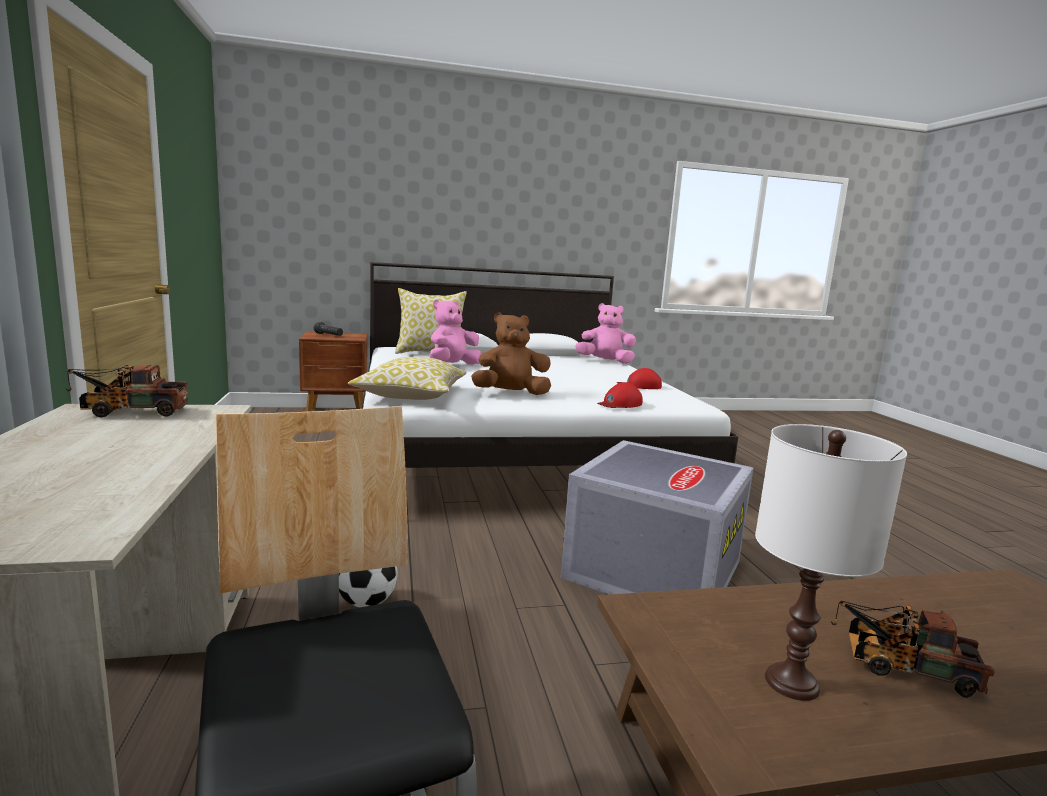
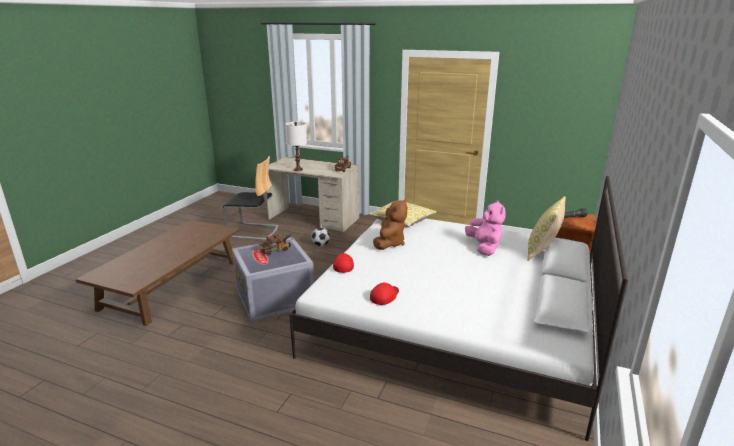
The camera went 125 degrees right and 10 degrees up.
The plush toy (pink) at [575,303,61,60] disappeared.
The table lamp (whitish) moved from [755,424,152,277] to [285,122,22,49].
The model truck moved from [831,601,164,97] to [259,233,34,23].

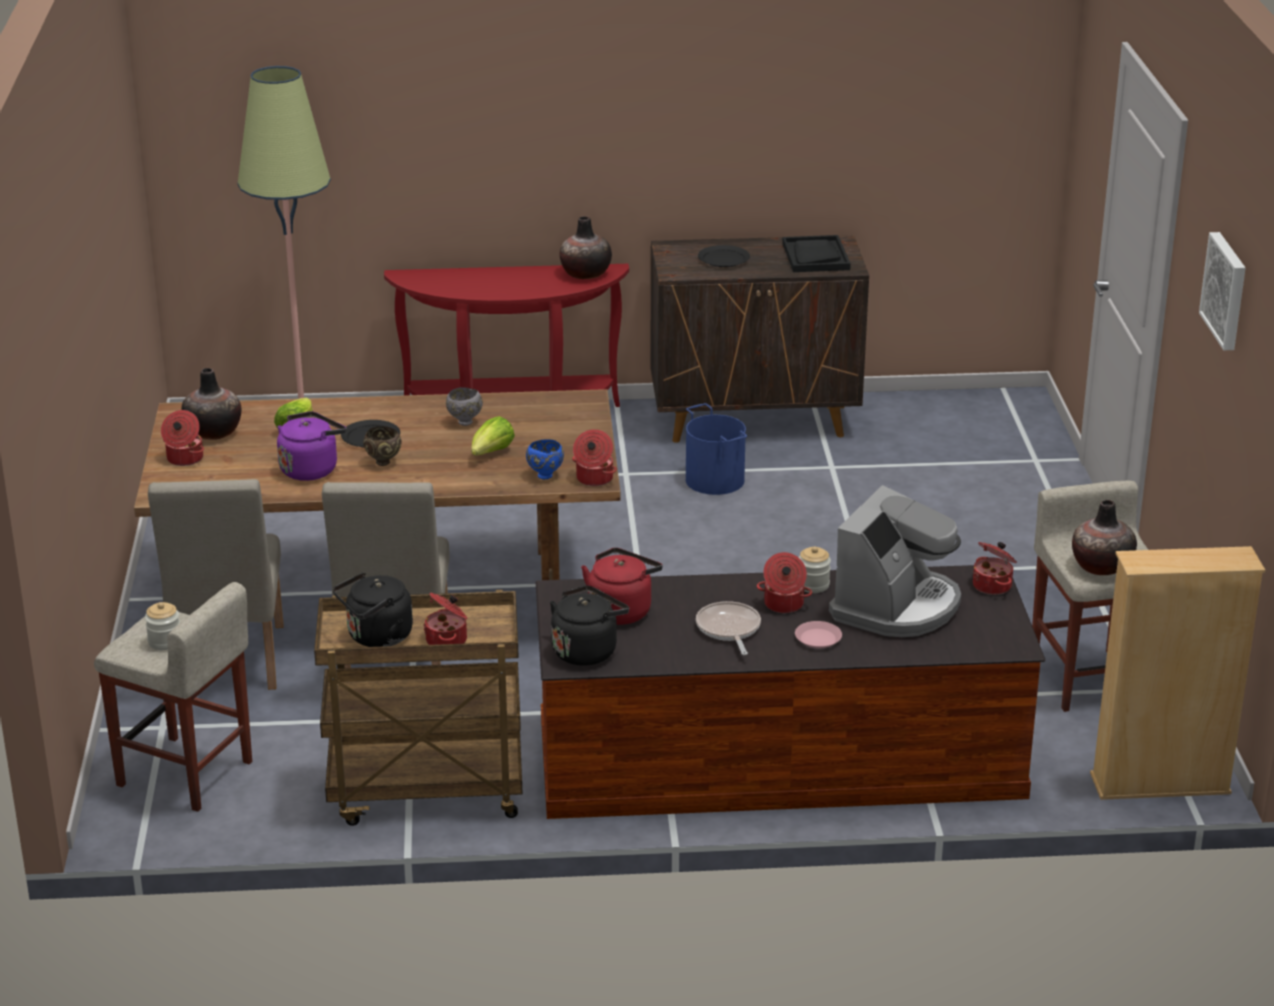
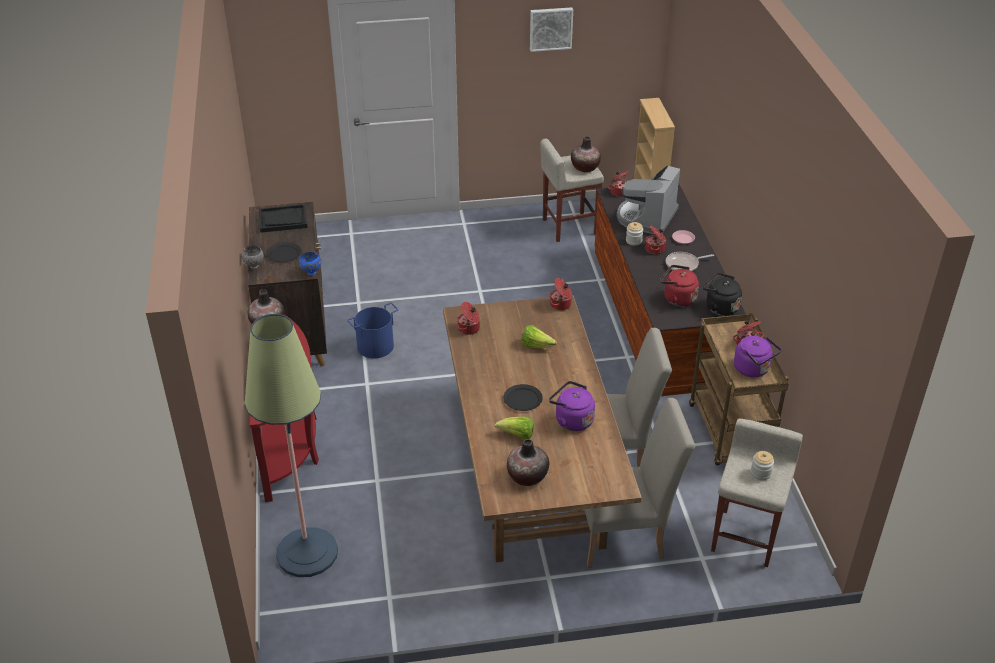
The camera went 95 degrees left and 10 degrees up.
The serving bowl (brown-coloured) at [363,426,39,40] disappeared.
The saucepot moved from [161,410,43,56] to [457,302,23,33].
The serving bowl (greyish) moved from [446,387,37,39] to [241,245,23,24].
The serving bowl (bluish) moved from [526,439,38,40] to [299,252,22,24].
The tea kettle (blackish) at [333,572,80,75] became the tea kettle (purple) at [734,336,47,41].
The coffee maker at [829,485,132,152] turned 90 degrees counterclockwise.

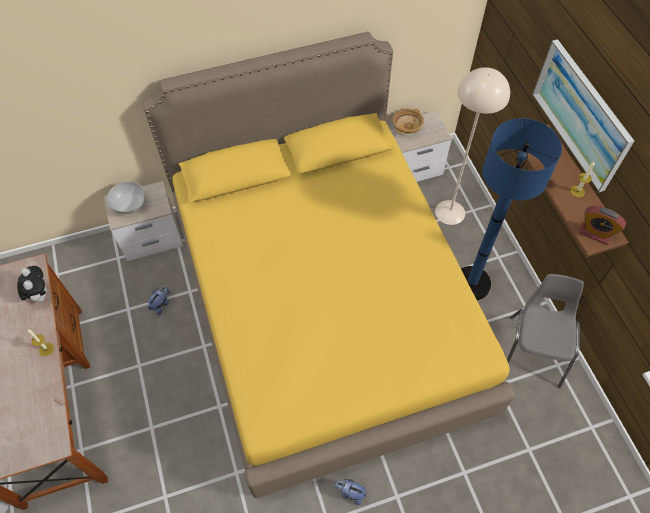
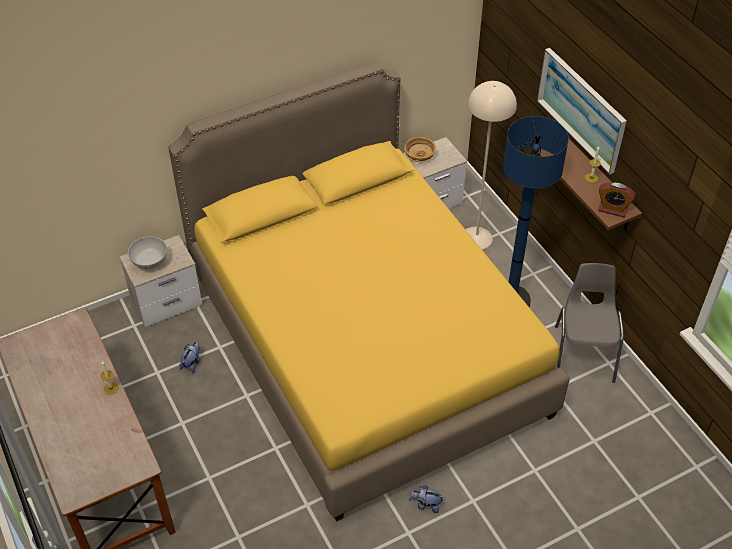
The camera went 10 degrees left and 10 degrees down.
The plush toy at [17,266,30,37] disappeared.

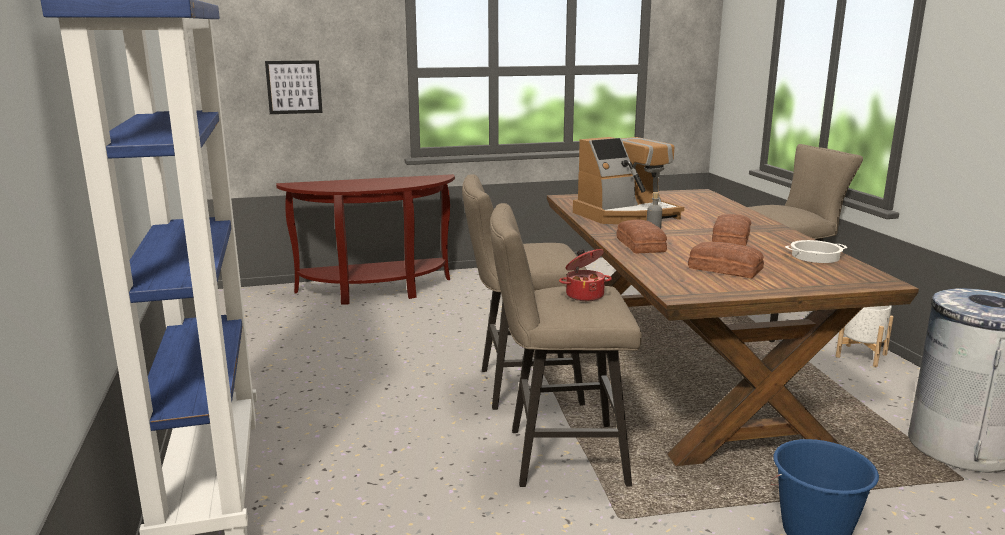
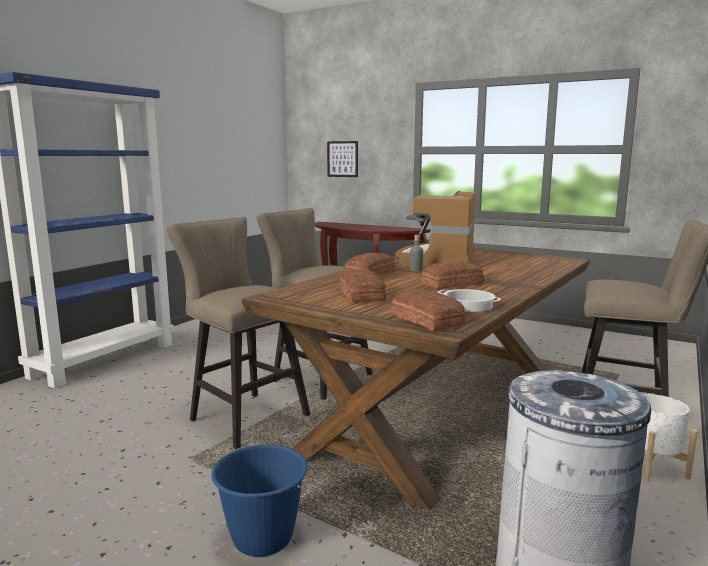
The camera went 45 degrees right and 5 degrees down.
The saucepot at [559,249,53,52] disappeared.
The bread at [391,290,75,41] appeared.
The coffee maker at [573,137,111,87] turned 90 degrees clockwise.

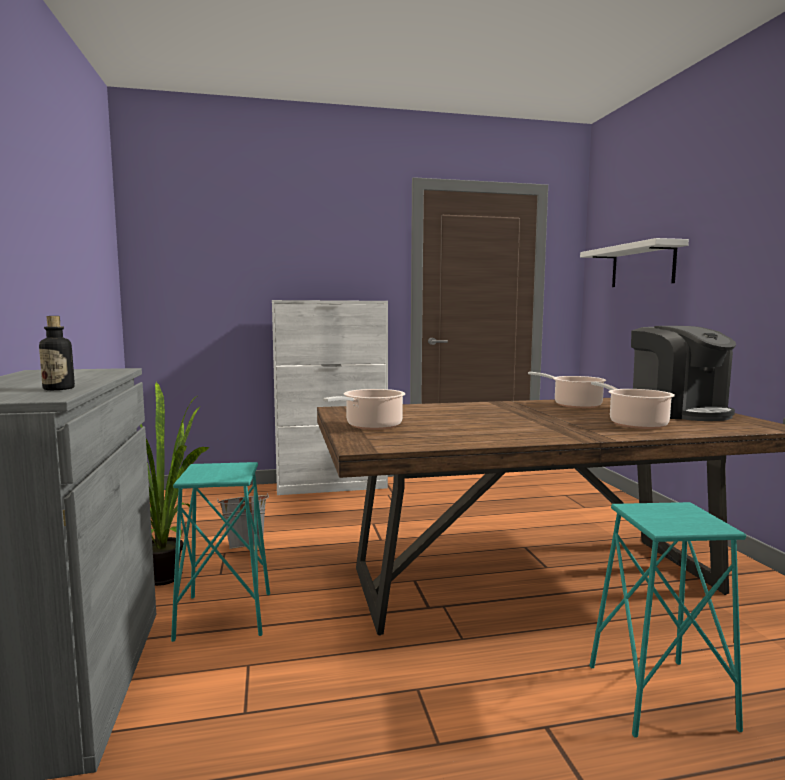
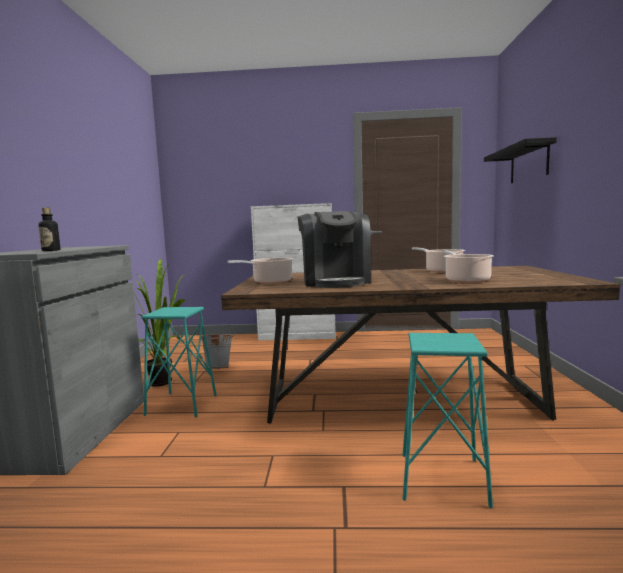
The camera went 15 degrees right and 0 degrees up.
The coffee maker moved from [631,326,105,95] to [298,211,73,77].
The wall shelf (whitish) at [580,238,109,49] became the wall shelf (blackish) at [484,137,73,46].

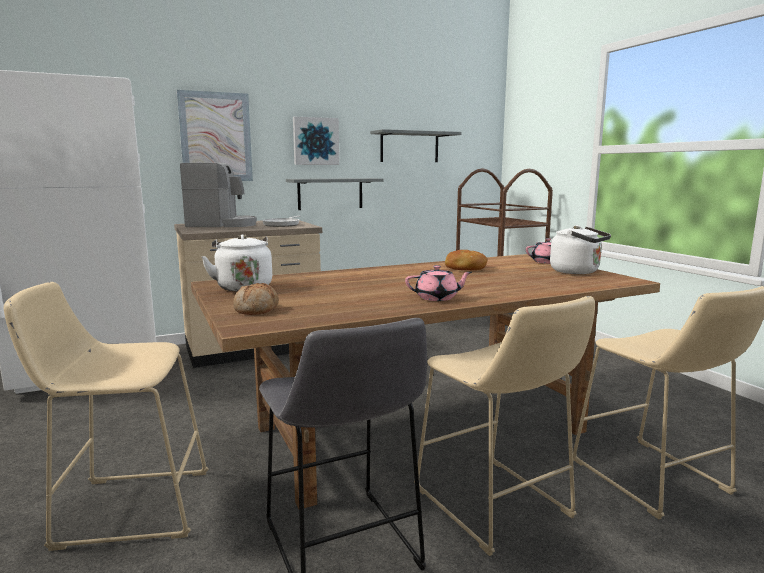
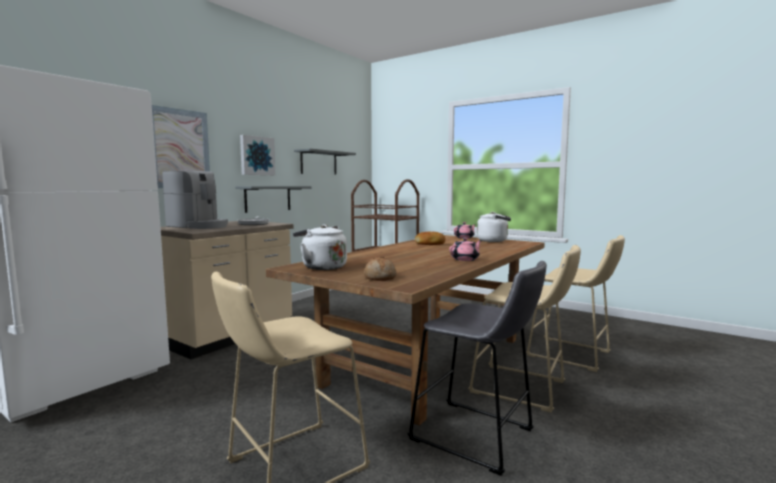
The camera went 30 degrees left and 5 degrees down.
The coffee maker at [180,163,77,64] turned 60 degrees clockwise.

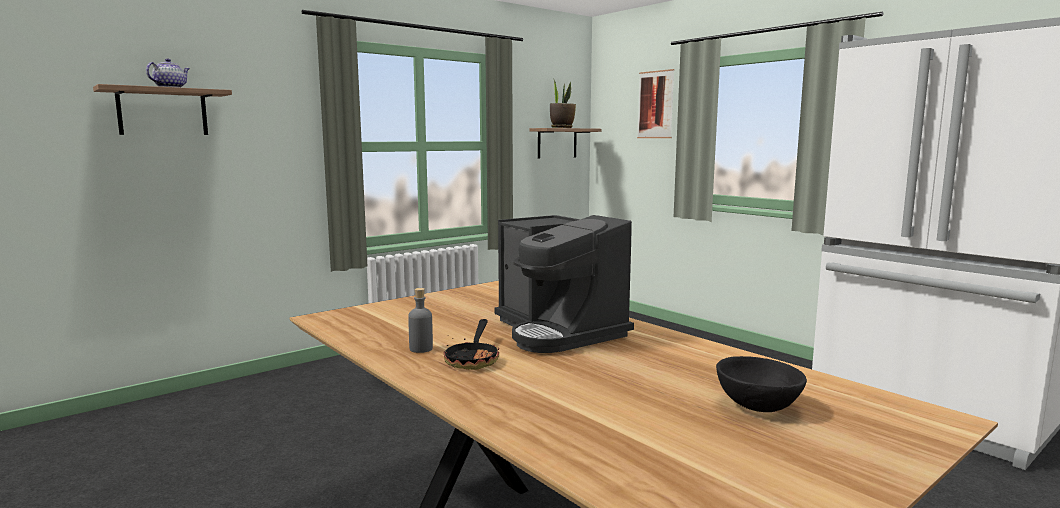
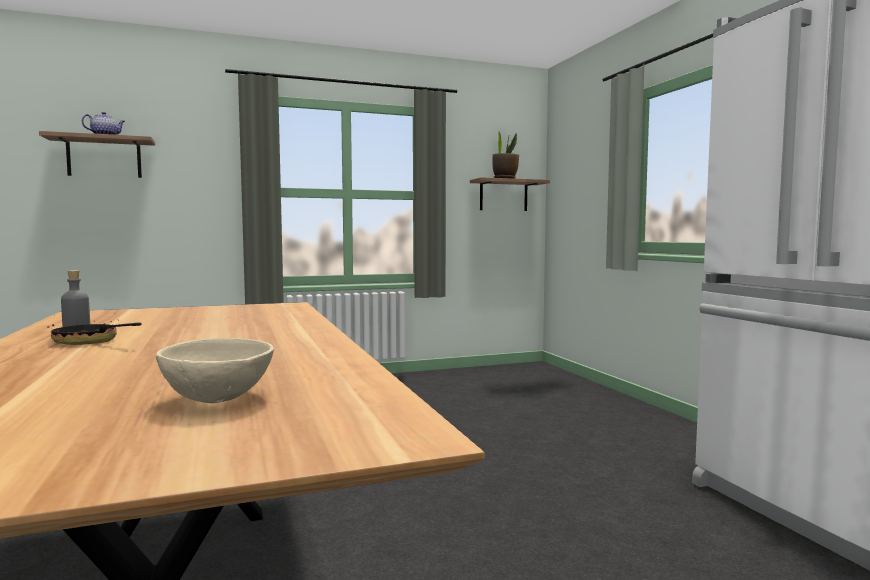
The camera went 20 degrees right and 5 degrees down.
The coffee maker at [494,215,140,138] disappeared.
The wall picture at [637,69,37,69] disappeared.
The serving bowl (blackish) at [716,356,91,56] became the serving bowl (beige) at [156,338,118,65].
The skillet at [443,319,56,51] turned 90 degrees clockwise.

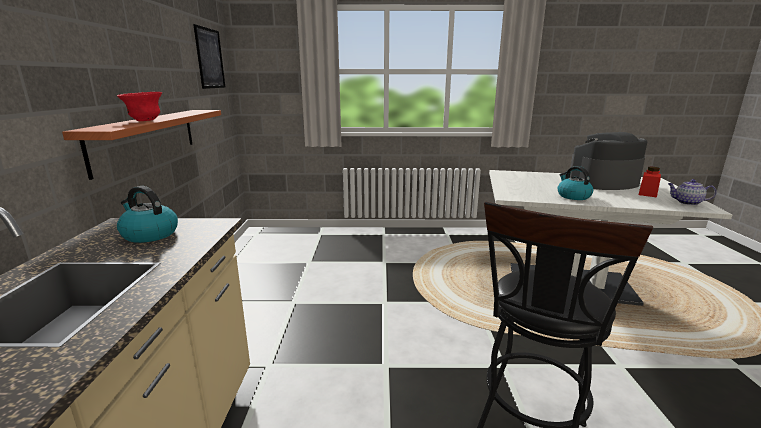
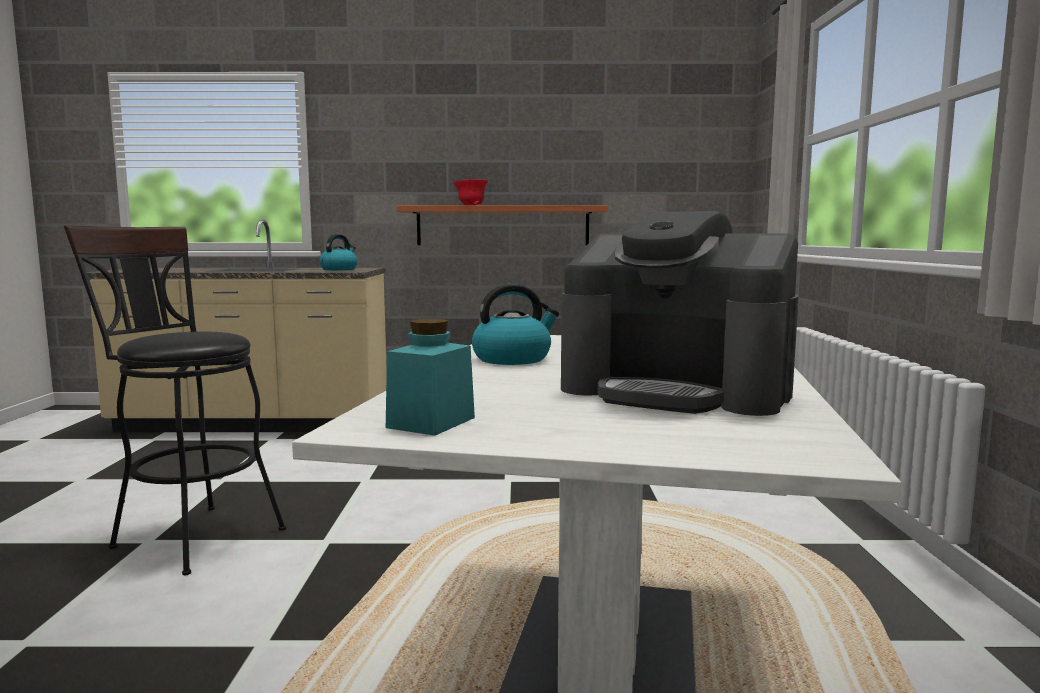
The camera went 90 degrees right and 10 degrees down.
The wall picture at [193,24,33,65] disappeared.
The storage jar (red-coloured) at [639,167,22,31] disappeared.
The teapot at [668,179,49,26] was replaced by the storage jar (turquoise) at [386,319,89,117].
The coffee maker at [570,132,77,58] turned 135 degrees clockwise.

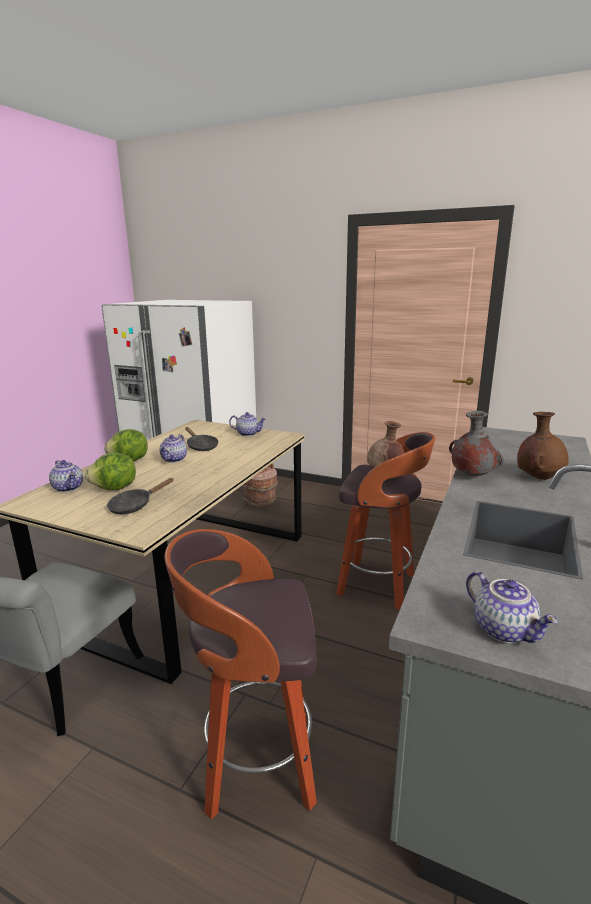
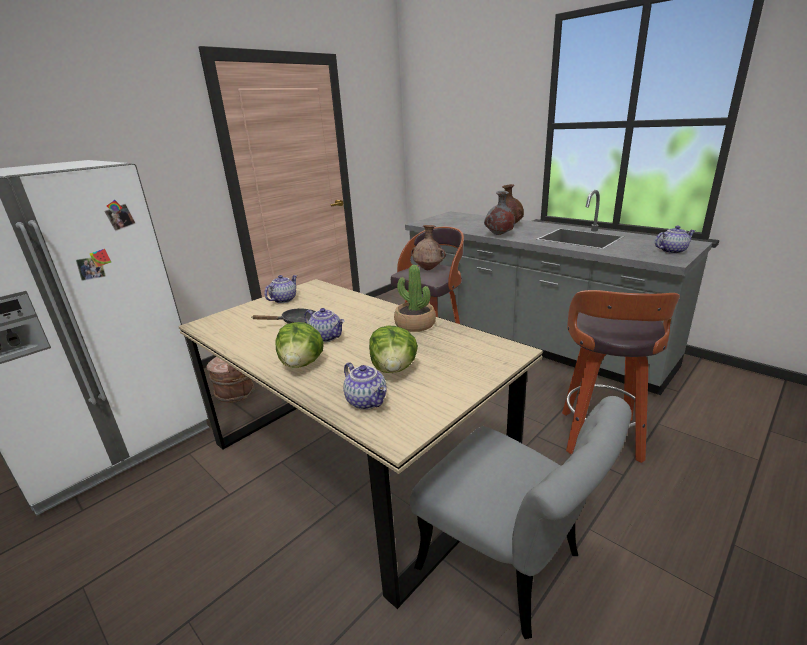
The camera went 70 degrees left and 5 degrees up.
The skillet (blackish) at [107,478,67,36] disappeared.
The houseplant at [394,265,42,67] appeared.
The teapot at [49,460,34,32] turned 75 degrees clockwise.

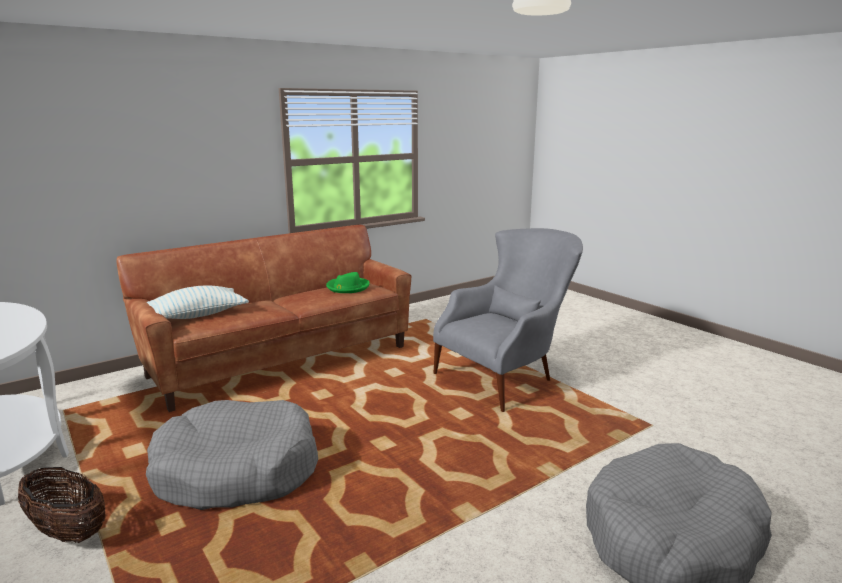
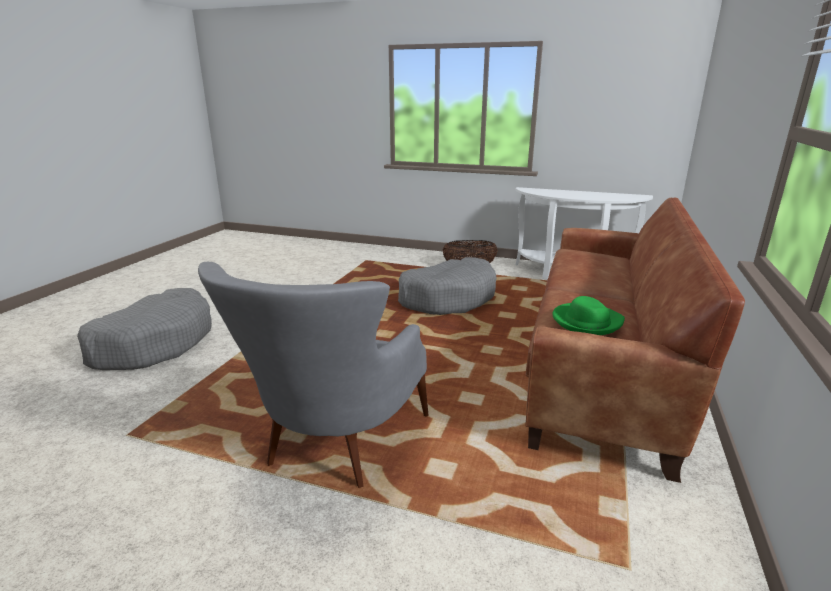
The camera went 145 degrees right and 5 degrees up.
The pillow at [147,285,102,34] disappeared.

